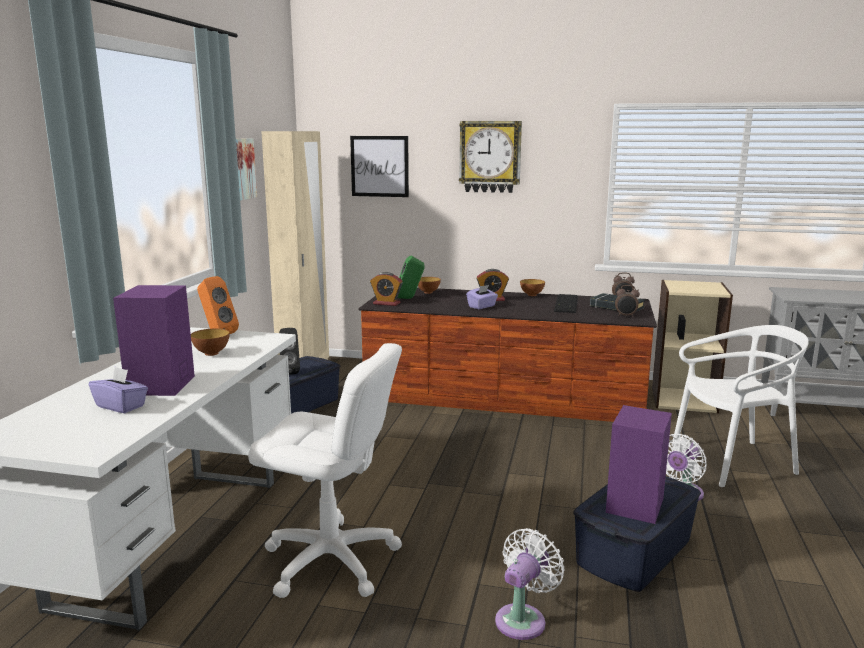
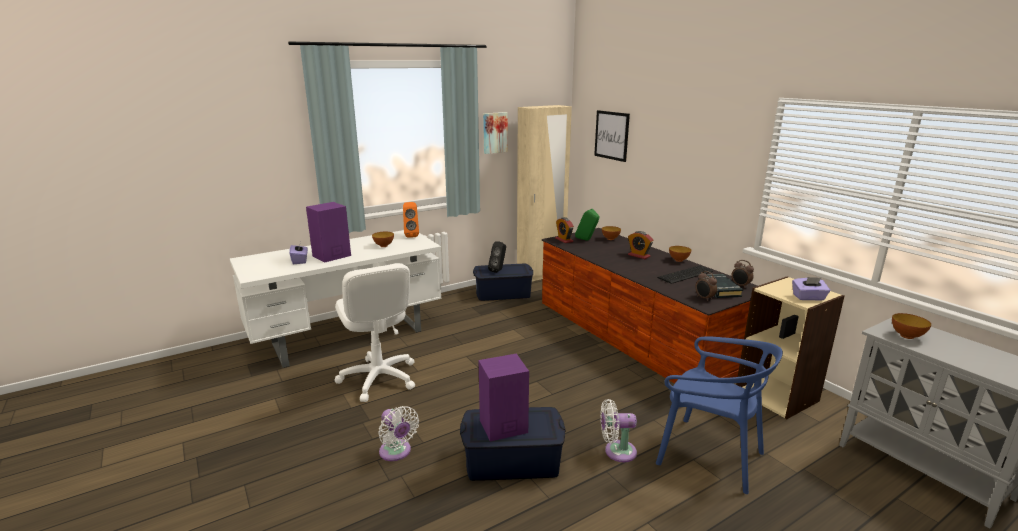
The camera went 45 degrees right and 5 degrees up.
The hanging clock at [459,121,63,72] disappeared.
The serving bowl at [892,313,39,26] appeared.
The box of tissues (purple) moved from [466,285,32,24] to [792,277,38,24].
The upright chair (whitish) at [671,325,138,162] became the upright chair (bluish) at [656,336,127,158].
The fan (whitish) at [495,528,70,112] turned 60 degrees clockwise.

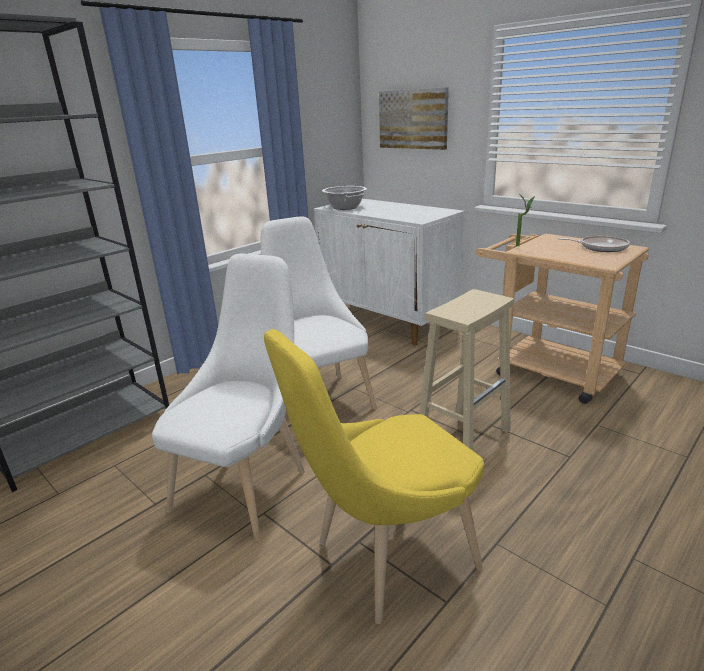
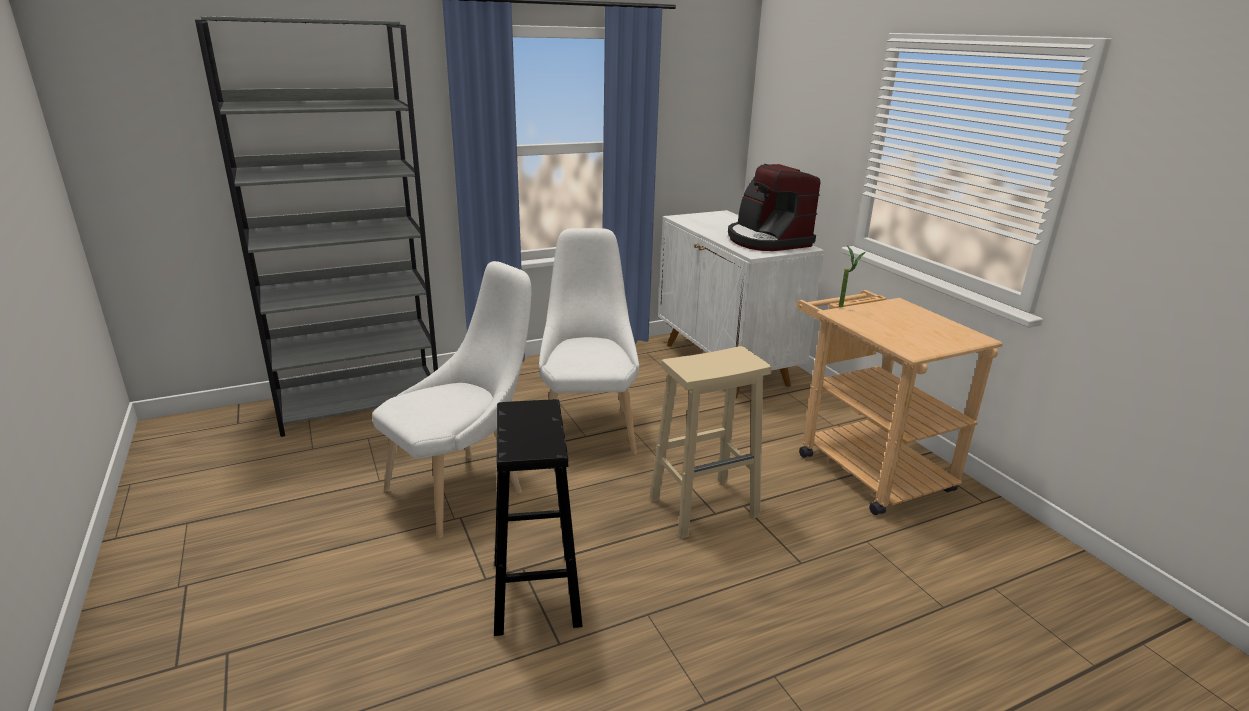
The camera went 20 degrees right and 0 degrees up.
The saucepot at [322,186,45,24] disappeared.
The wall picture at [379,87,70,63] disappeared.
The skillet at [558,236,72,16] disappeared.
The coffee maker at [728,164,92,87] appeared.
The upright chair (yellow) at [264,329,220,295] was replaced by the stool (blackish) at [494,399,89,237].

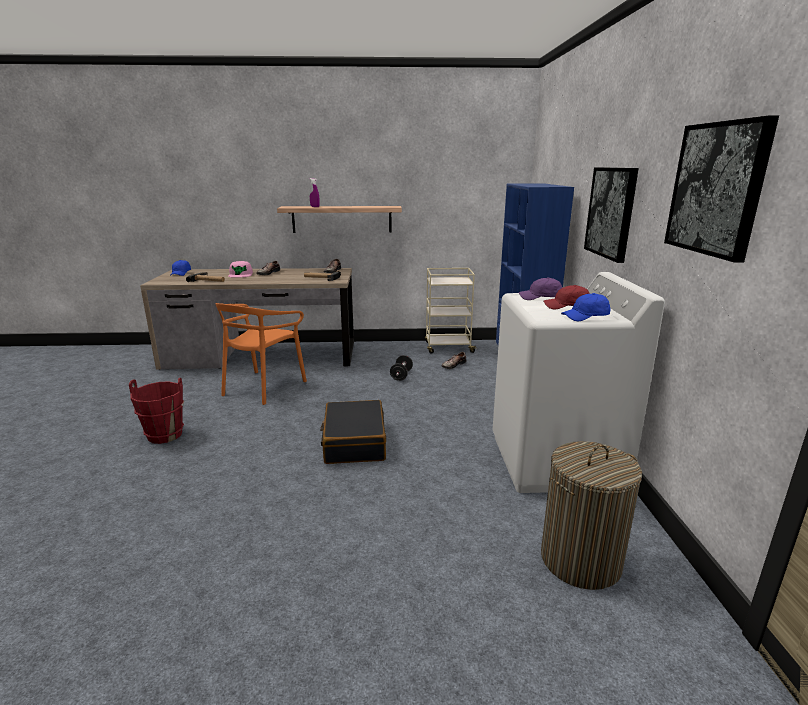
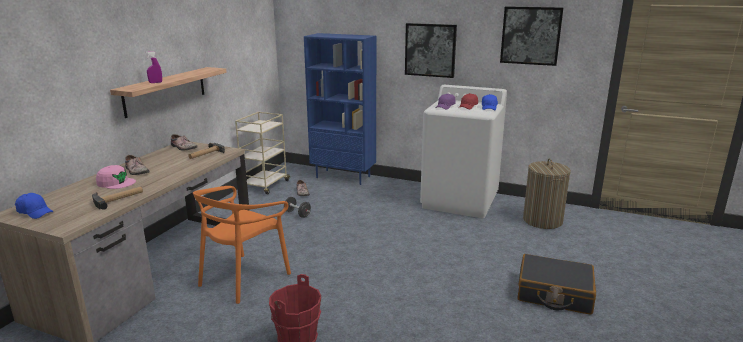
The camera went 65 degrees left and 0 degrees up.
The travel case (blackish) moved from [320,400,66,64] to [517,254,79,61].
The upright chair (orange) at [216,303,91,102] turned 75 degrees clockwise.

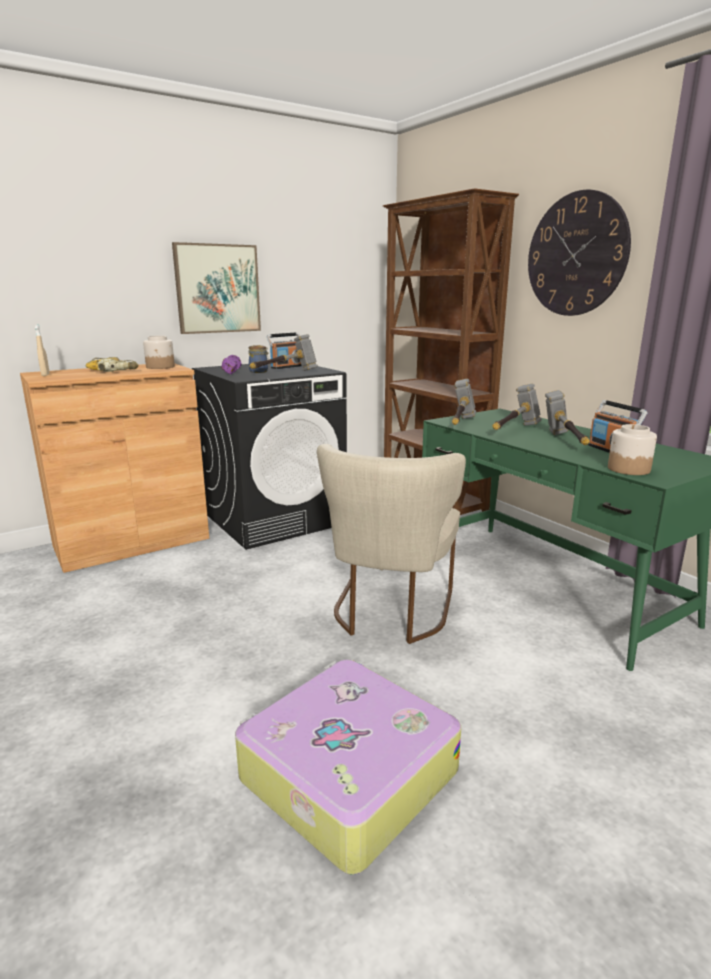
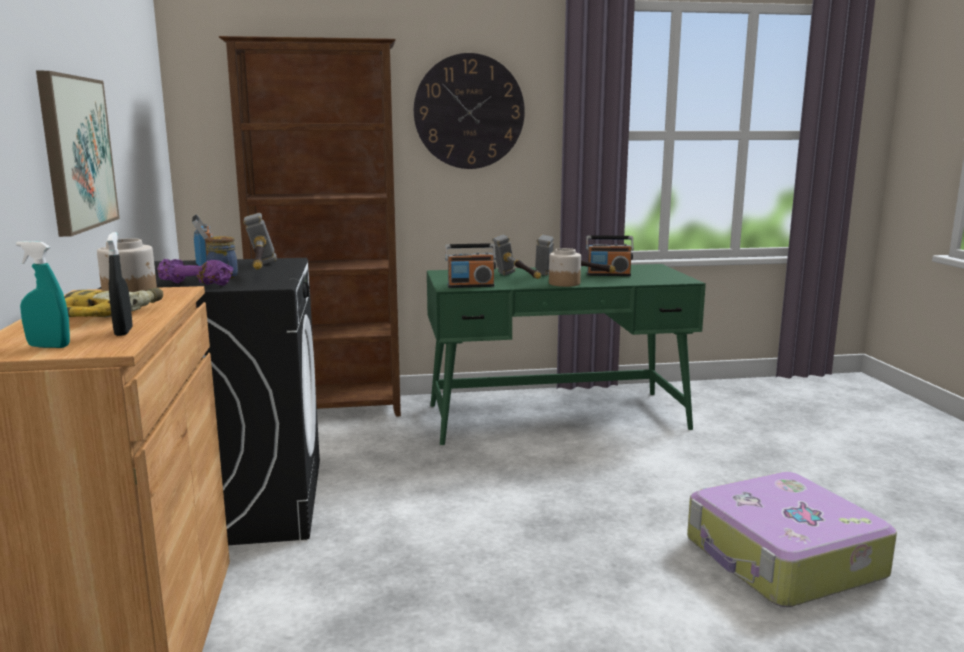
The camera went 65 degrees left and 5 degrees down.
The upright chair (beige) at [317,444,149,200] disappeared.
The hand sprayer (blackish) at [107,232,26,104] appeared.
The storage jar moved from [608,424,49,51] to [549,248,32,39].
The tool hammer at [452,378,24,47] was replaced by the radio set at [445,243,51,45].
The hand sprayer (beige) at [35,325,15,51] became the hand sprayer (turquoise) at [16,241,54,107].

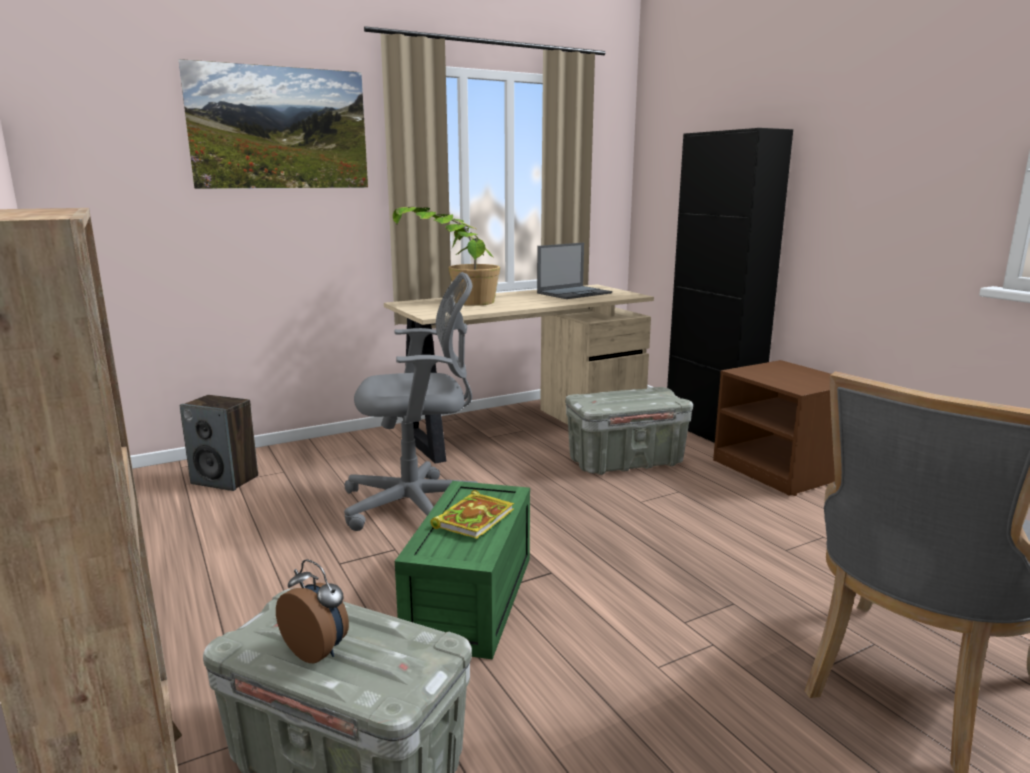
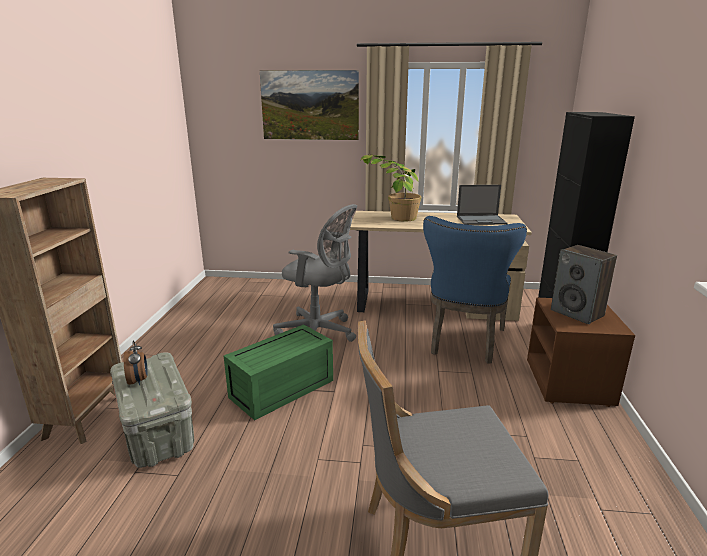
The camera went 35 degrees right and 5 degrees up.
The book at [431,490,83,49] disappeared.
The audio speaker moved from [180,395,78,96] to [551,245,66,79].
The storage container (greyish) at [565,387,128,88] was replaced by the upright chair (bluish) at [423,216,104,148].

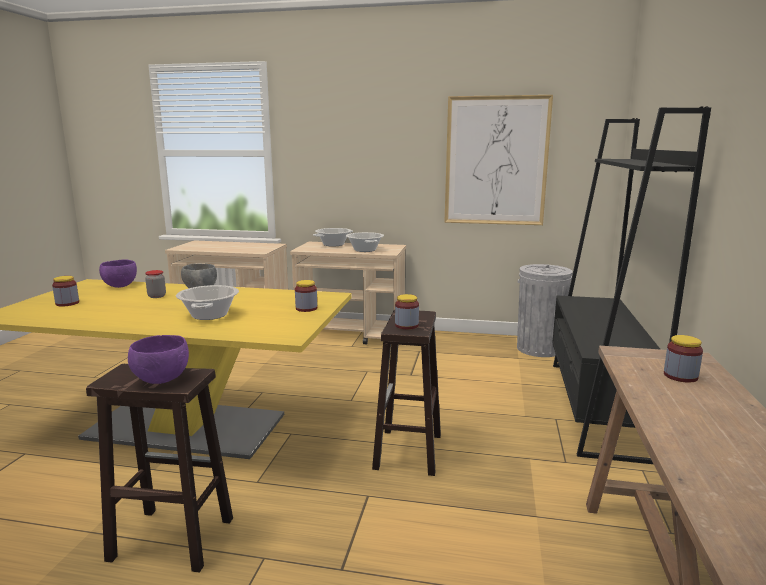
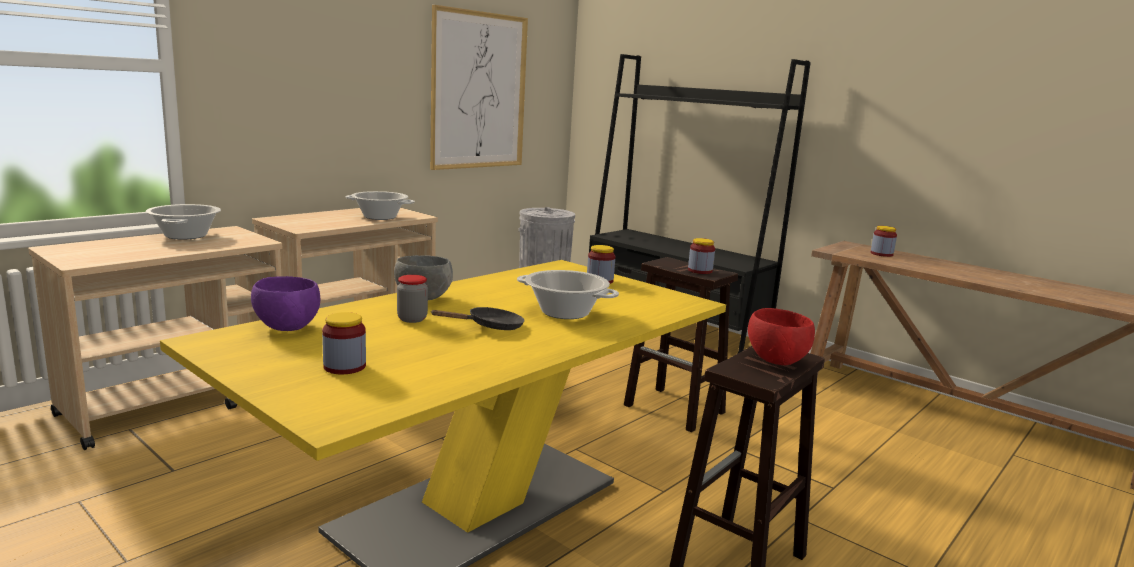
The camera went 60 degrees left and 0 degrees up.
The skillet (blackish) at [430,307,95,23] appeared.
The saucepot moved from [313,228,40,18] to [146,204,75,36].
The serving bowl (purple) at [128,335,61,49] became the serving bowl (red-coloured) at [748,308,67,57].

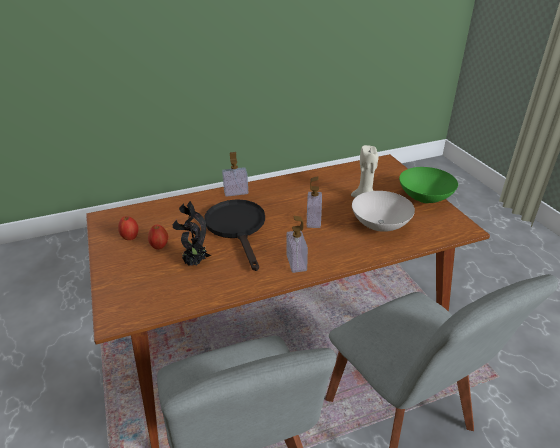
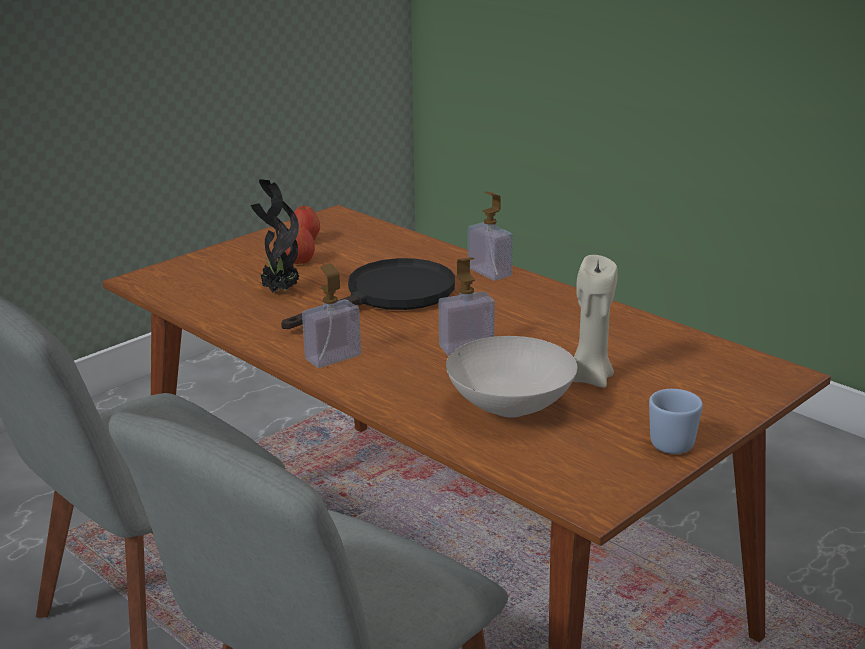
The camera went 65 degrees right and 10 degrees down.
The serving bowl (green-coloured) at [399,167,59,36] was replaced by the mug (bluish) at [649,389,54,65].

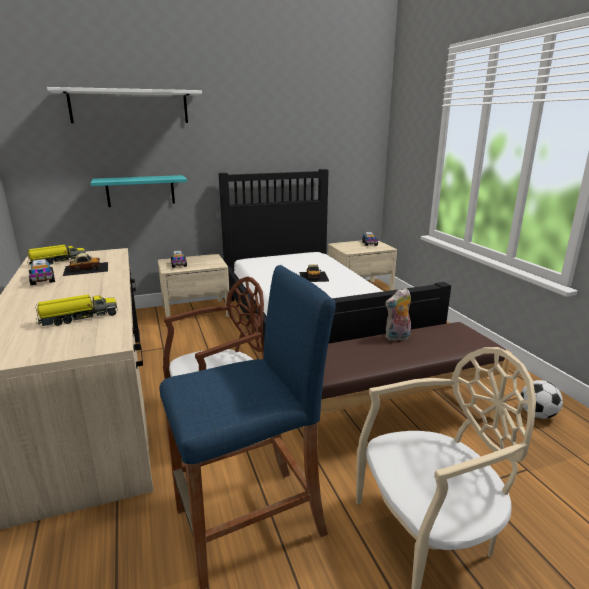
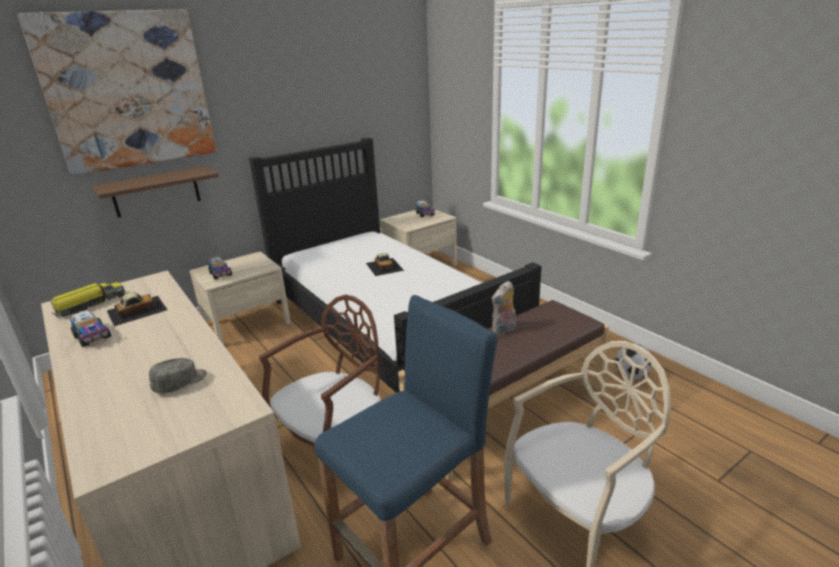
The camera went 15 degrees left and 5 degrees up.
The model truck at [35,294,83,32] was replaced by the cap (greyish) at [149,358,58,36].
The wall shelf (whitish) at [47,87,155,36] was replaced by the wall picture at [18,9,198,166].
The wall shelf (turquoise) at [91,175,96,32] became the wall shelf (brown-coloured) at [92,166,127,52].

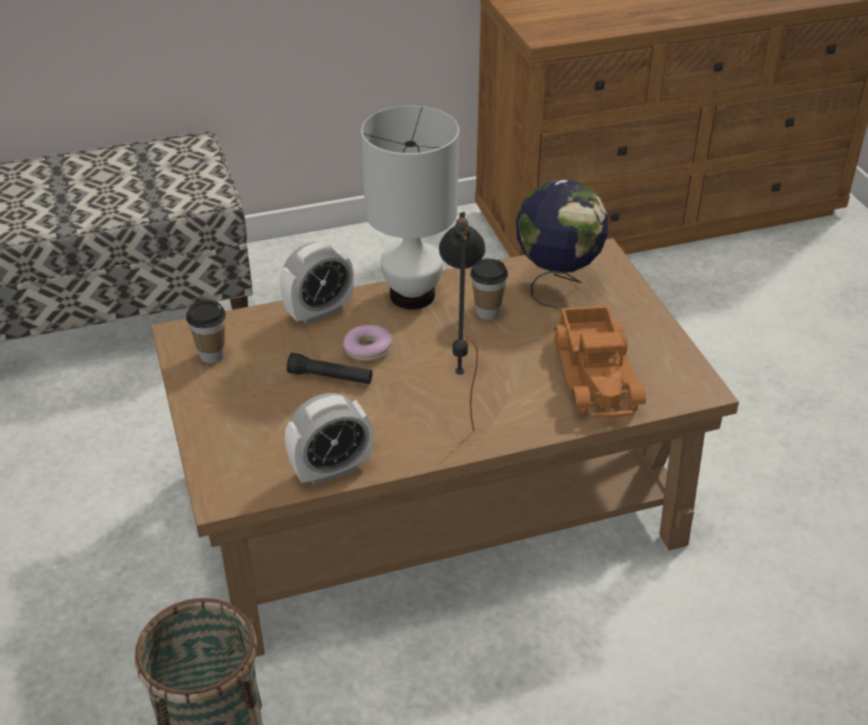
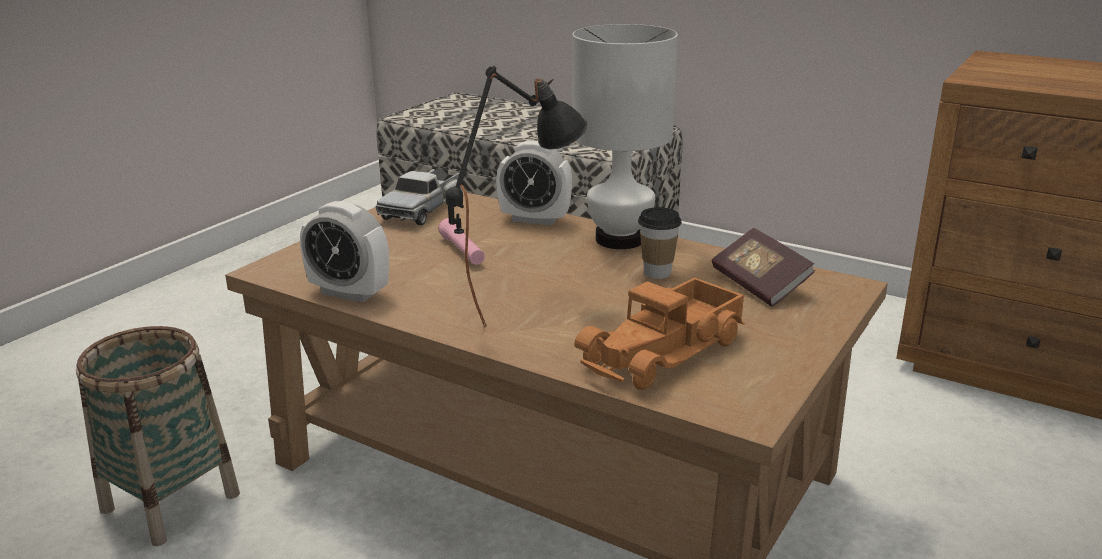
The camera went 50 degrees right and 15 degrees down.
The donut at [343,325,49,36] disappeared.
The cup at [186,300,40,63] was replaced by the model truck at [375,169,84,56].
The desk globe at [516,179,92,129] was replaced by the book at [712,228,103,78].
The flashlight (blackish) at [287,353,85,31] became the flashlight (pink) at [438,218,47,47].

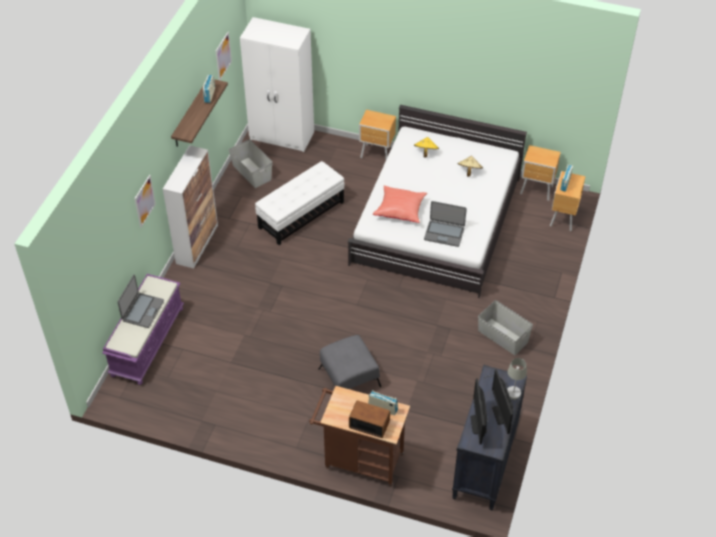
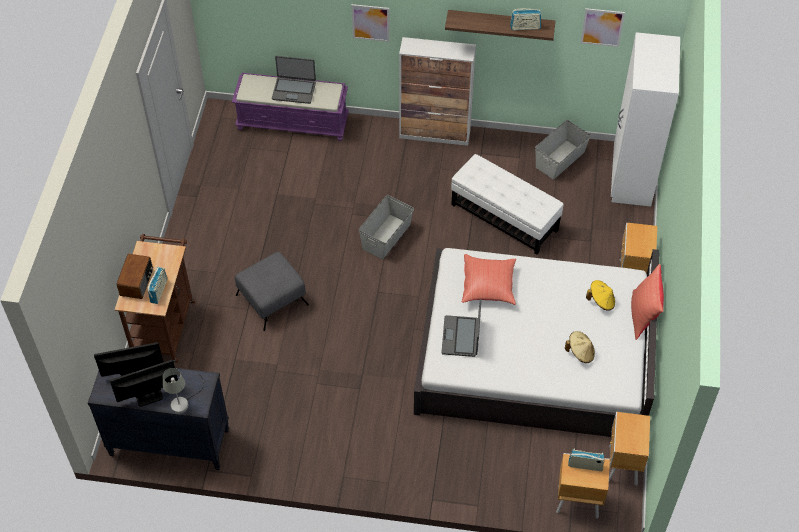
The camera went 80 degrees right and 5 degrees up.
The pillow (red-coloured) at [631,264,33,76] appeared.
The storage container (greyish) moved from [478,300,55,55] to [359,195,55,64].

